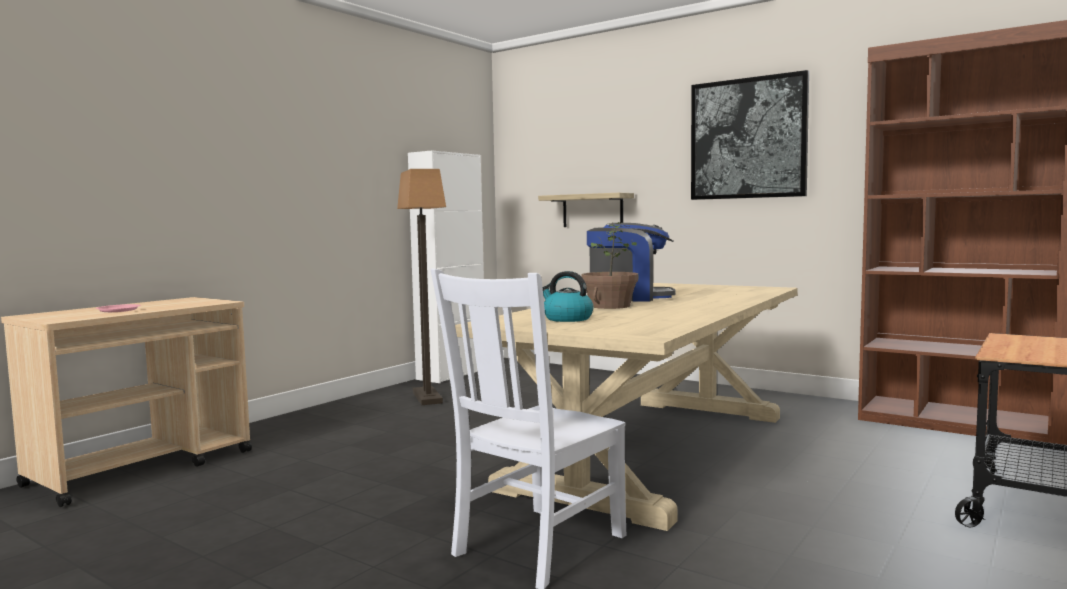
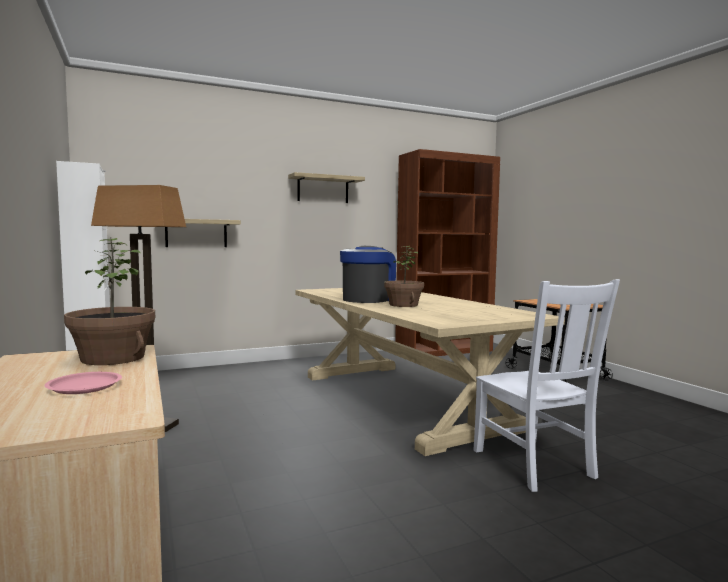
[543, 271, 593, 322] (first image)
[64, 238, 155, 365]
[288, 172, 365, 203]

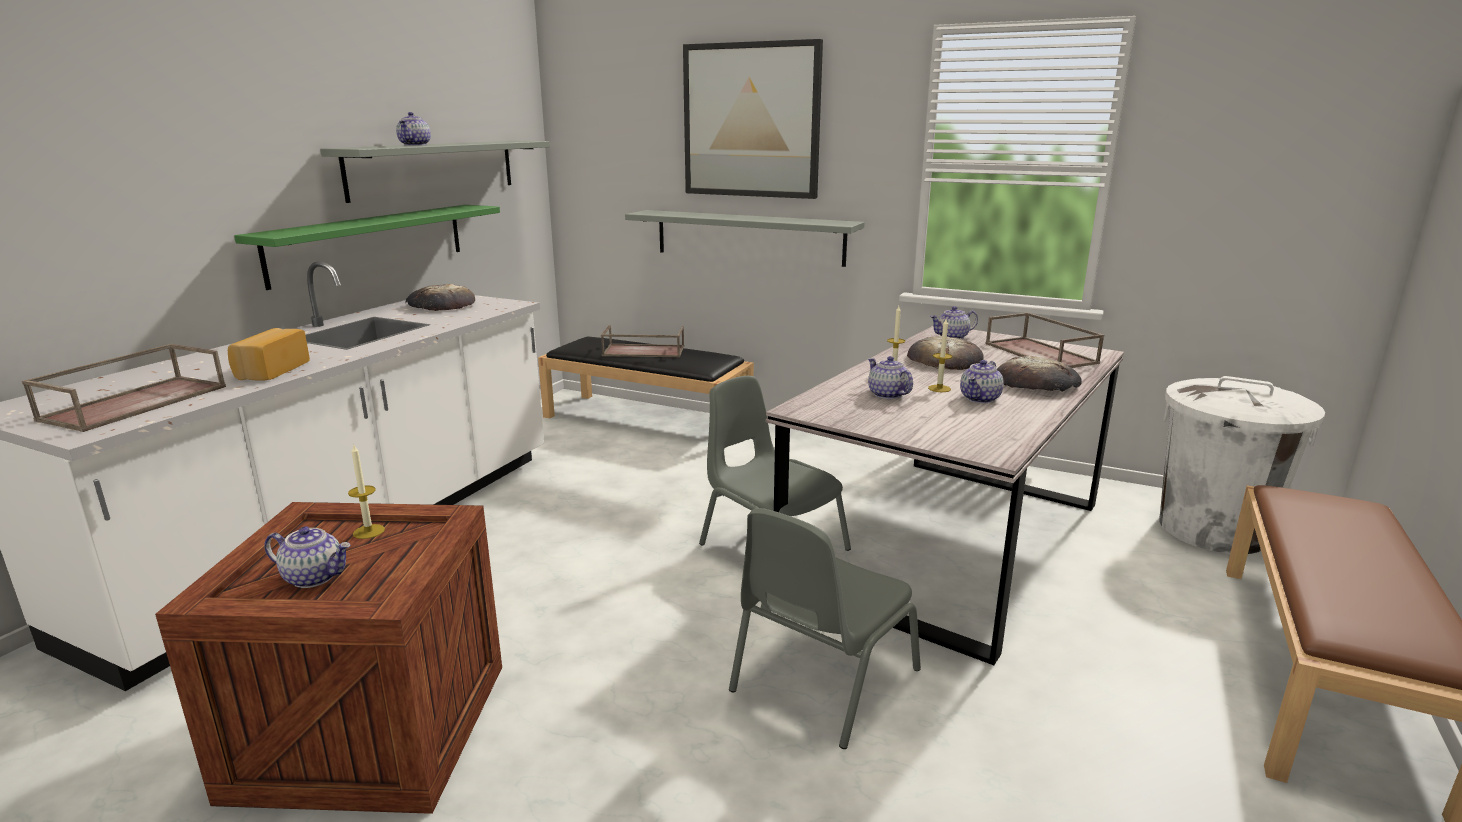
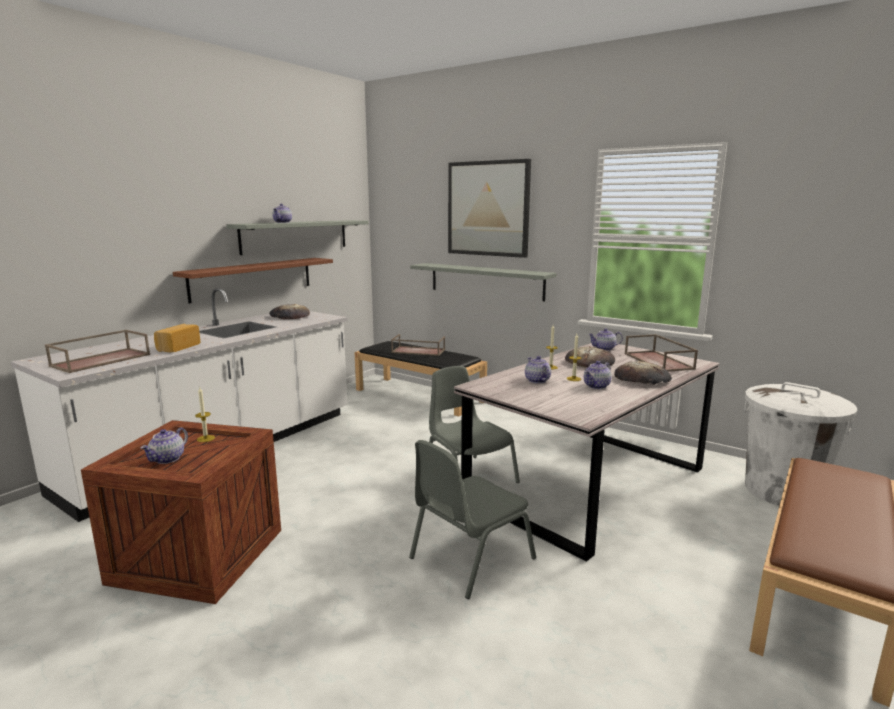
[173, 258, 333, 304]
[141, 427, 188, 464]

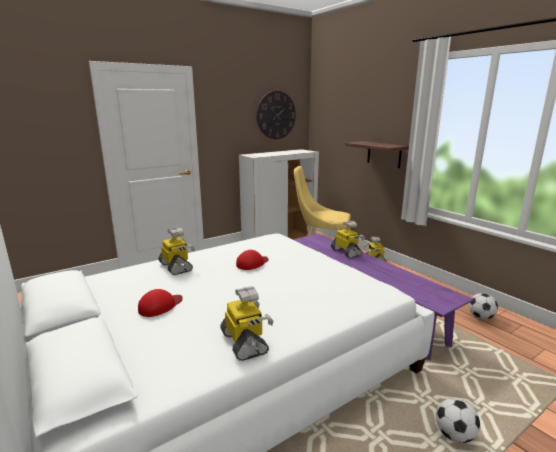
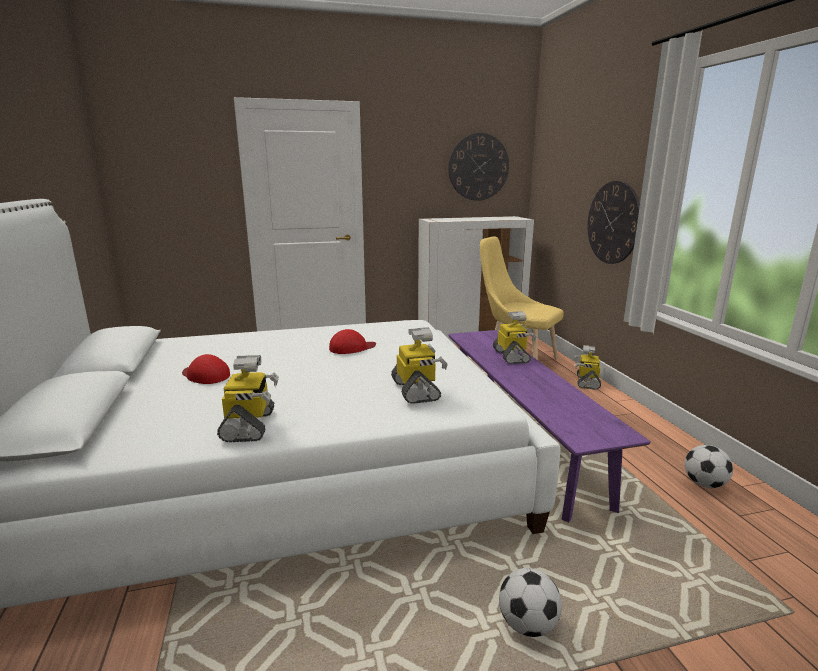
[391, 327, 448, 404]
[588, 181, 640, 264]
[182, 354, 230, 384]

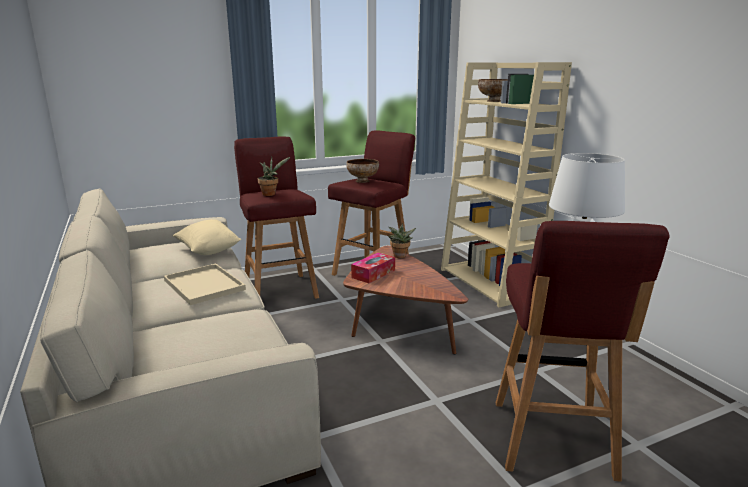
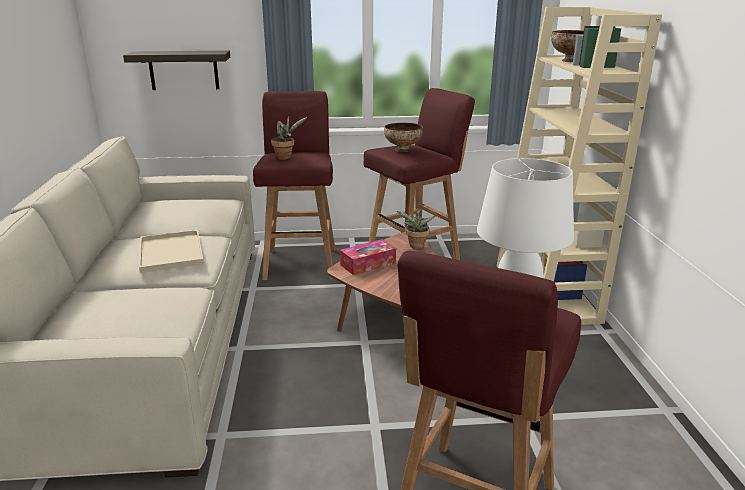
[173, 219, 241, 255] (first image)
[123, 51, 230, 90]

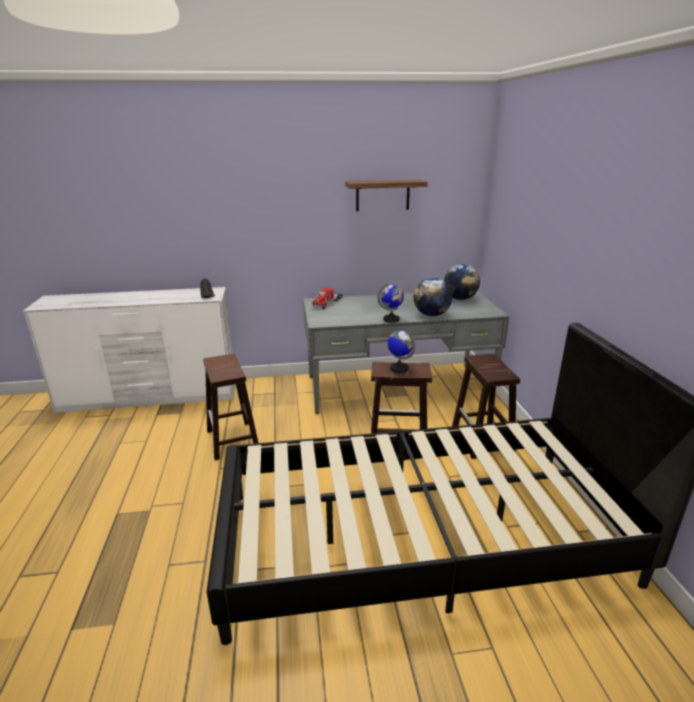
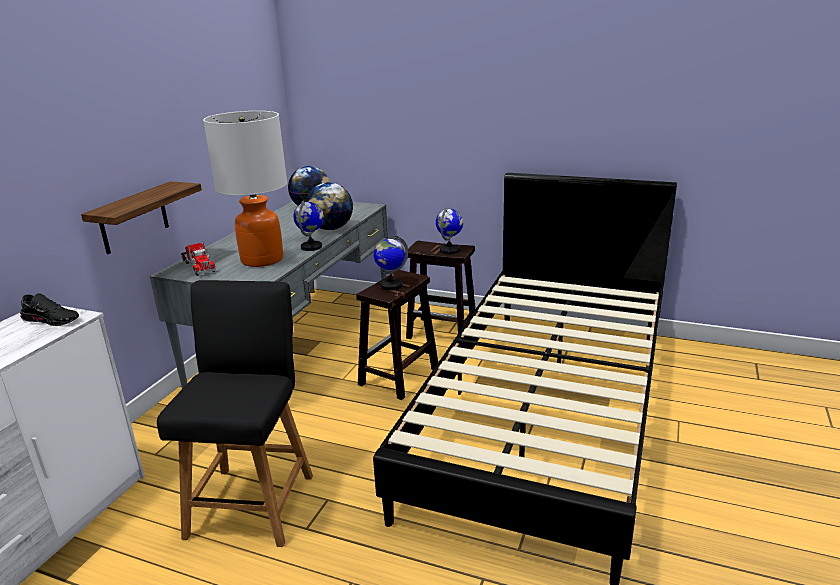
[203, 111, 287, 267]
[436, 207, 463, 254]
[81, 181, 202, 254]
[157, 280, 313, 547]

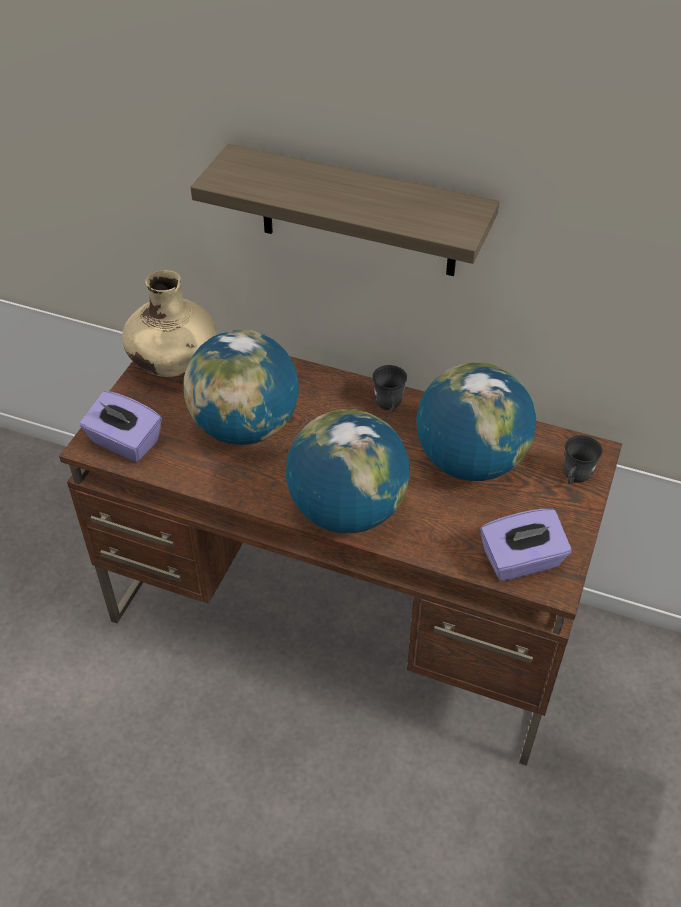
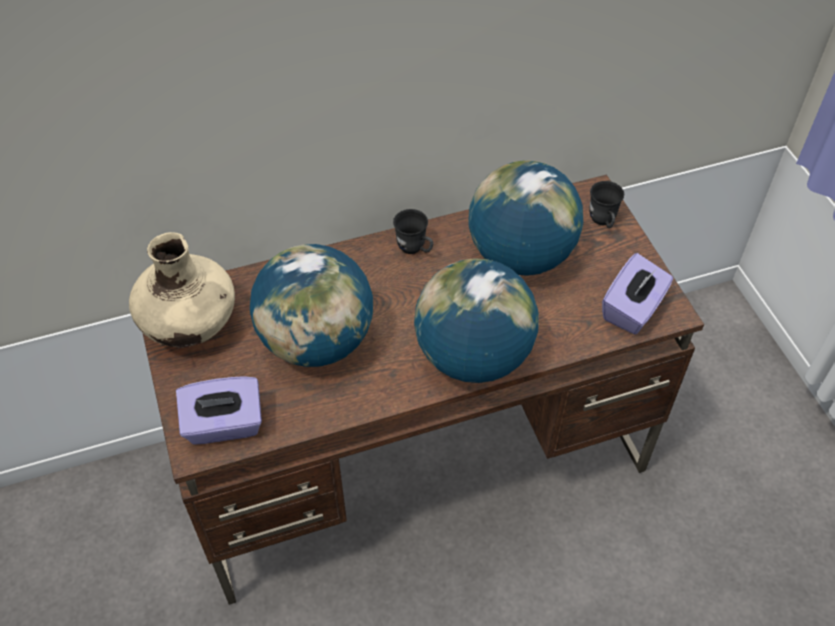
[190, 144, 499, 276] (first image)

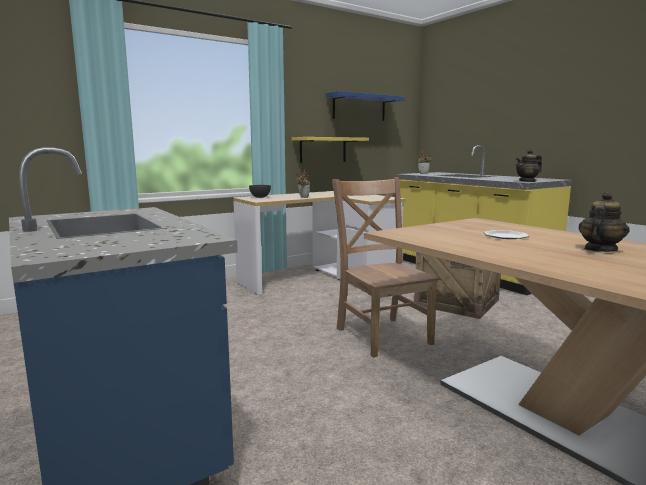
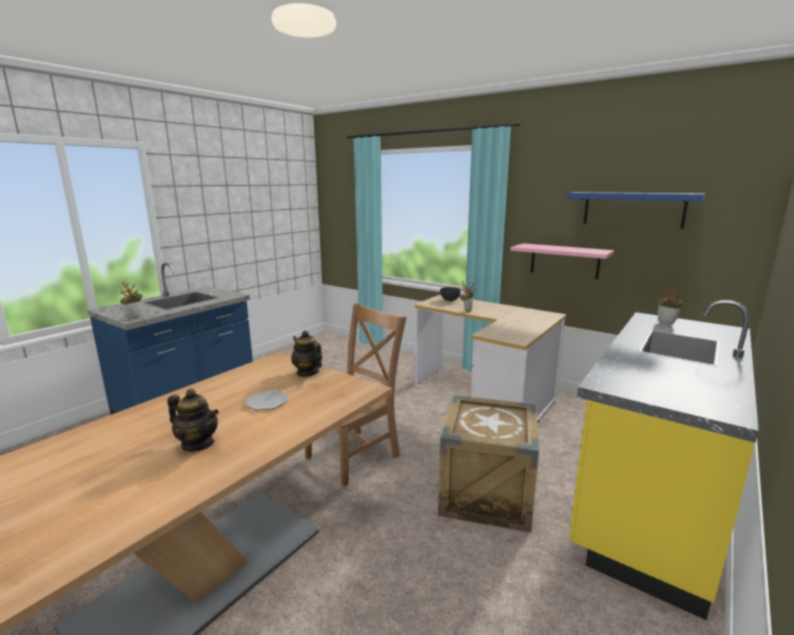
[120, 282, 143, 320]
[291, 330, 322, 377]
[511, 243, 614, 280]

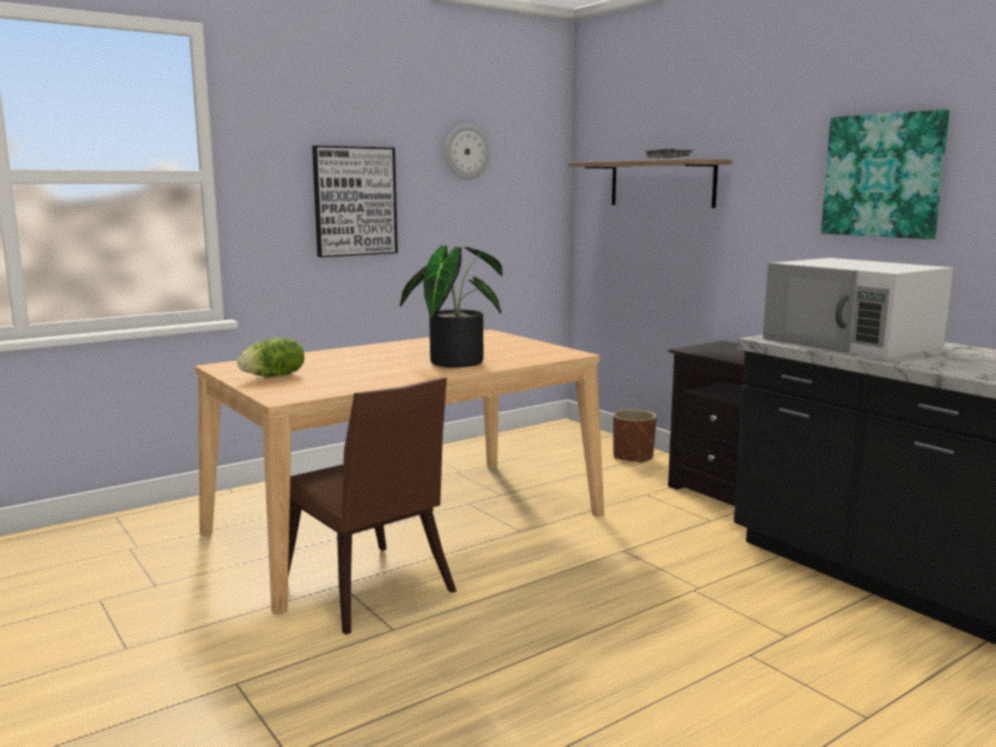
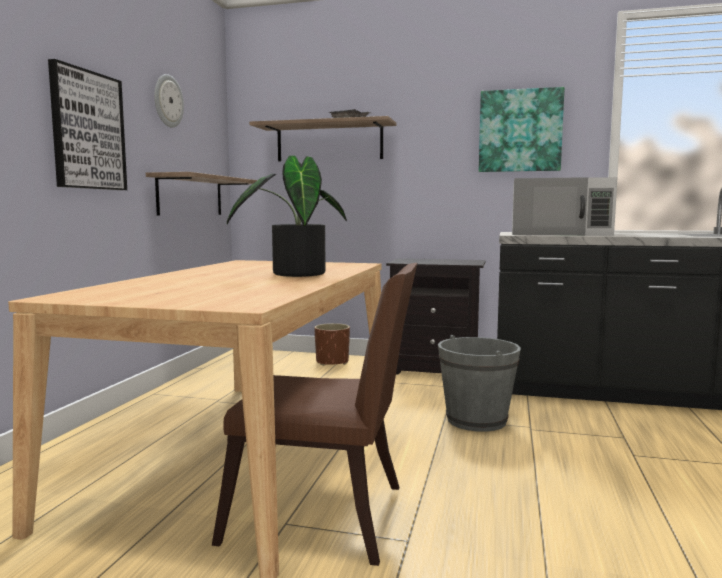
[237, 337, 304, 377] (first image)
[146, 172, 257, 216]
[438, 335, 521, 432]

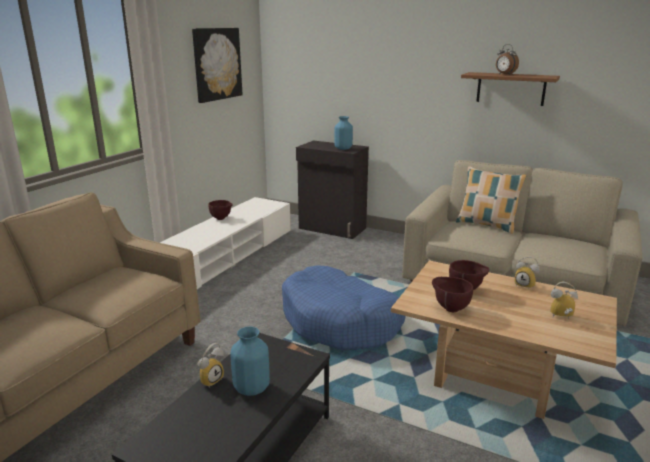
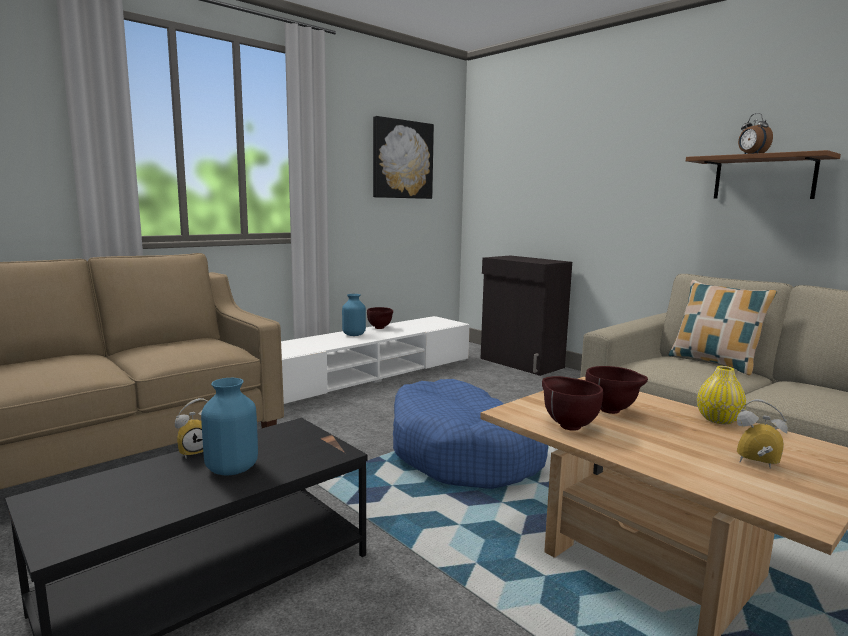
[342, 294, 366, 336]
[697, 366, 746, 424]

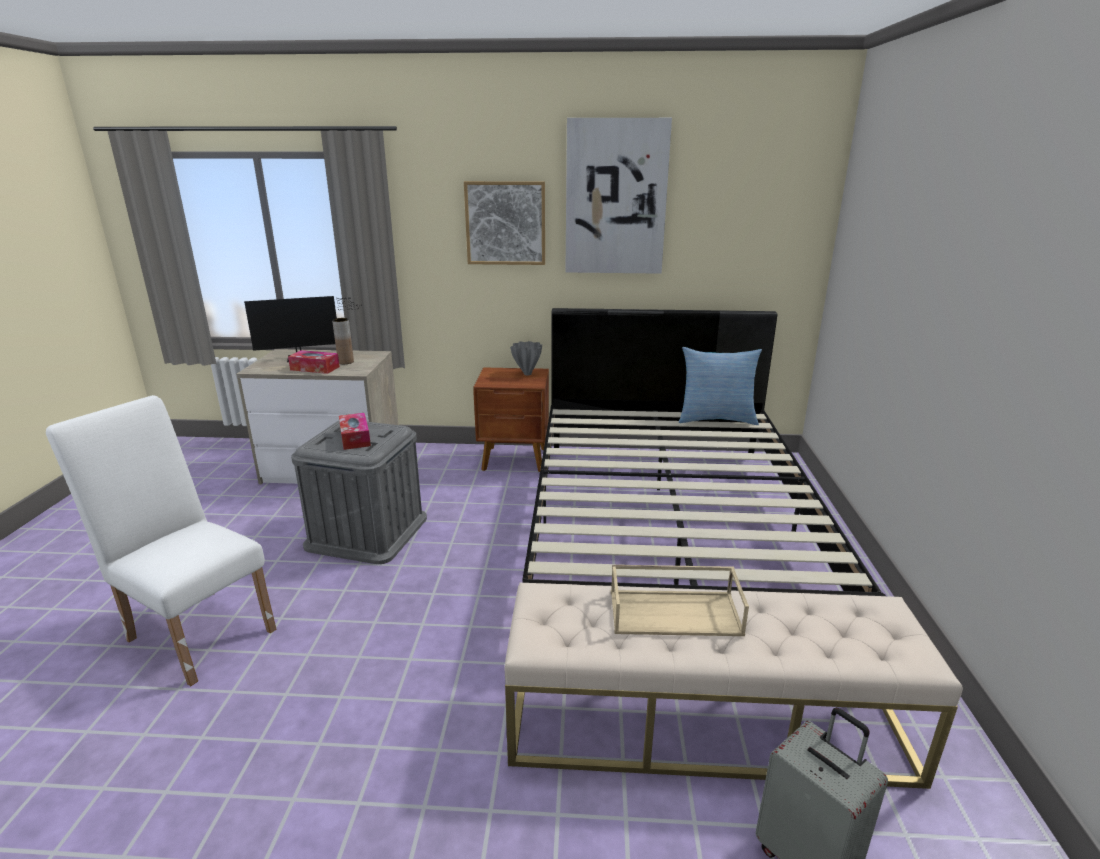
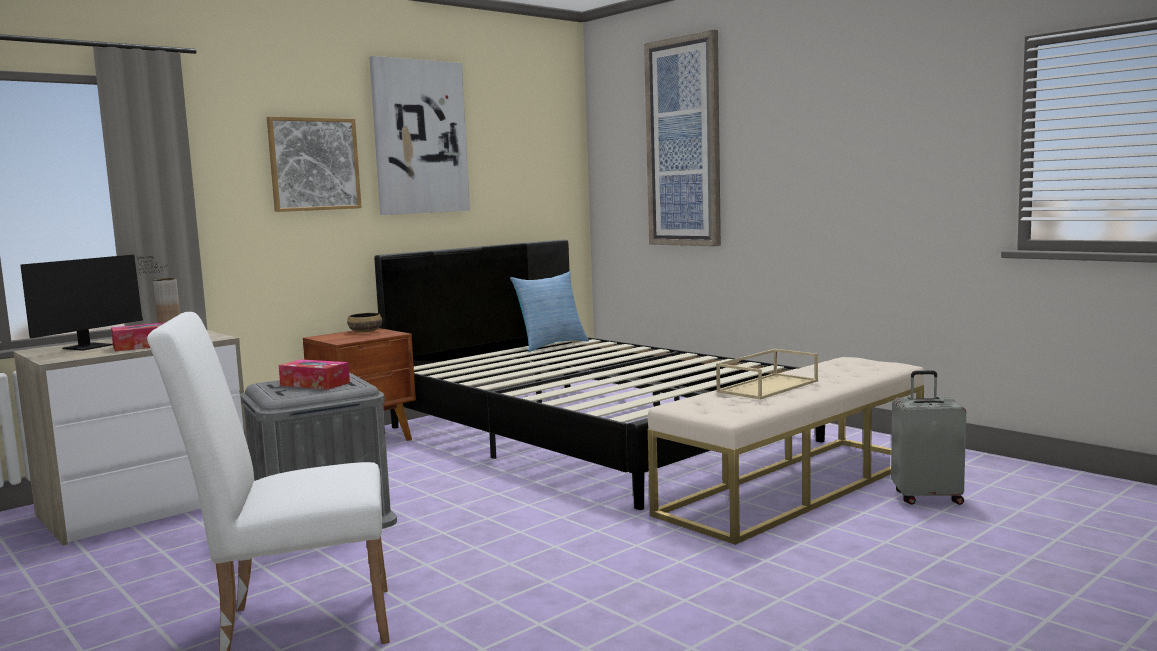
[644, 29, 721, 246]
[347, 313, 382, 333]

